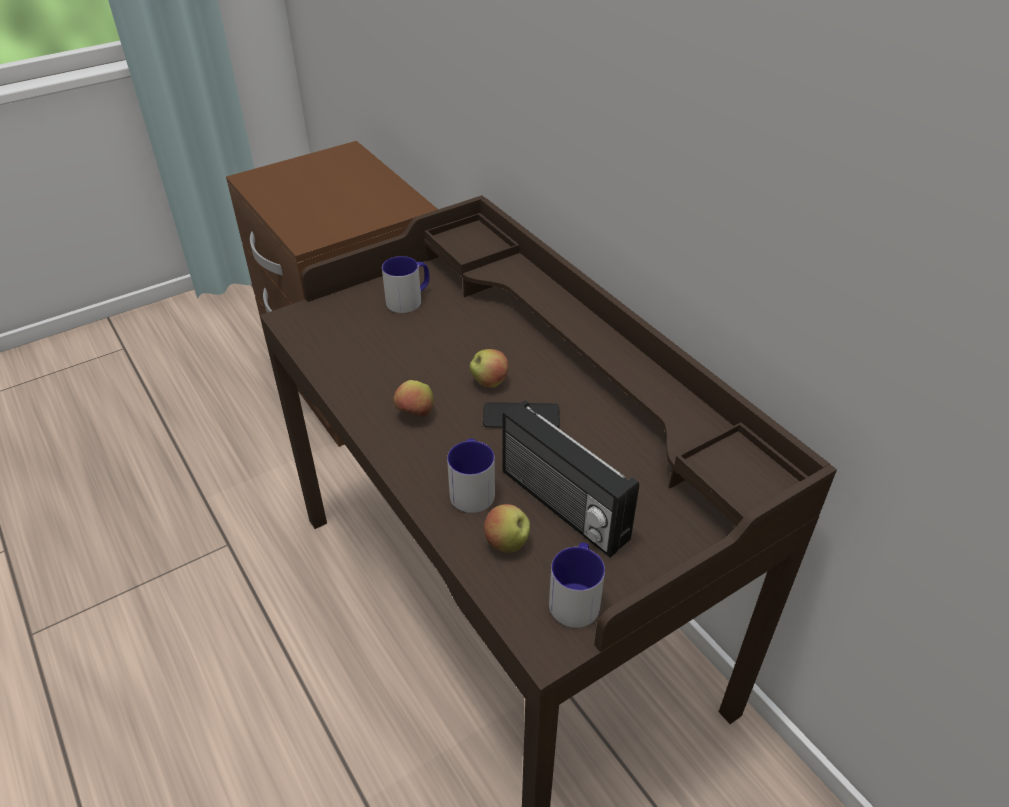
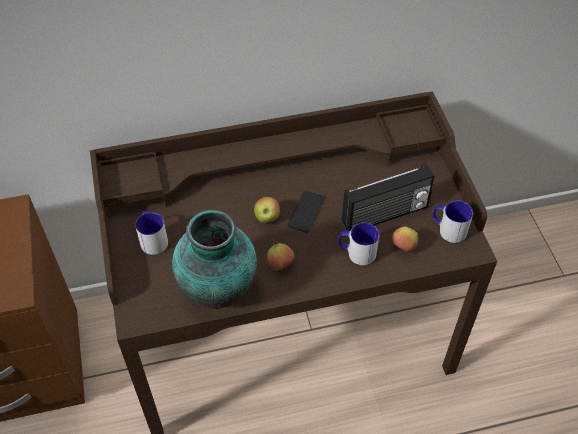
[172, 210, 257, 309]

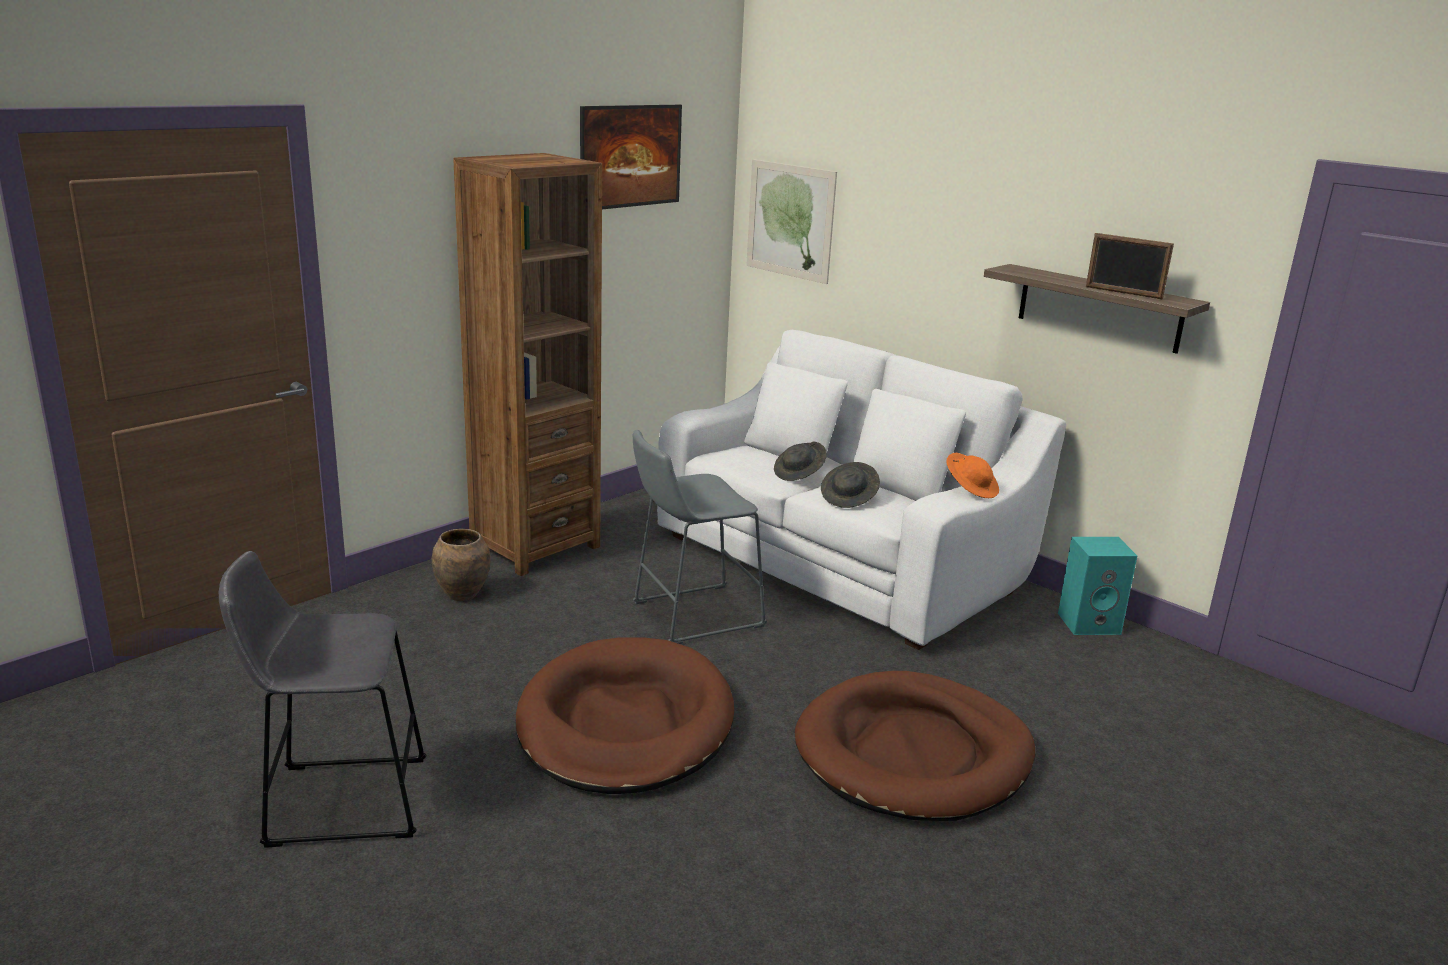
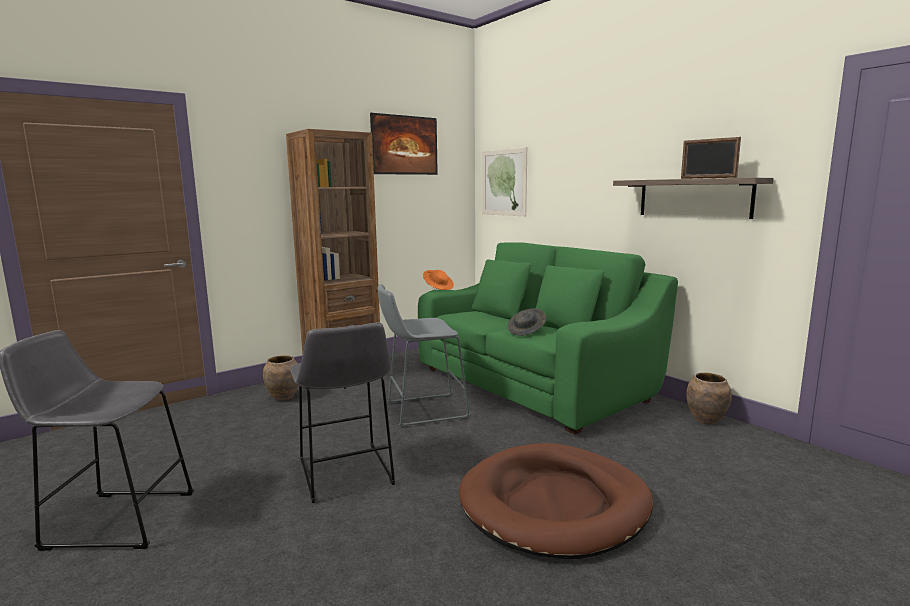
[774, 441, 827, 481] (first image)
[423, 270, 454, 290]
[290, 322, 395, 503]
[686, 372, 732, 425]
[418, 243, 678, 435]

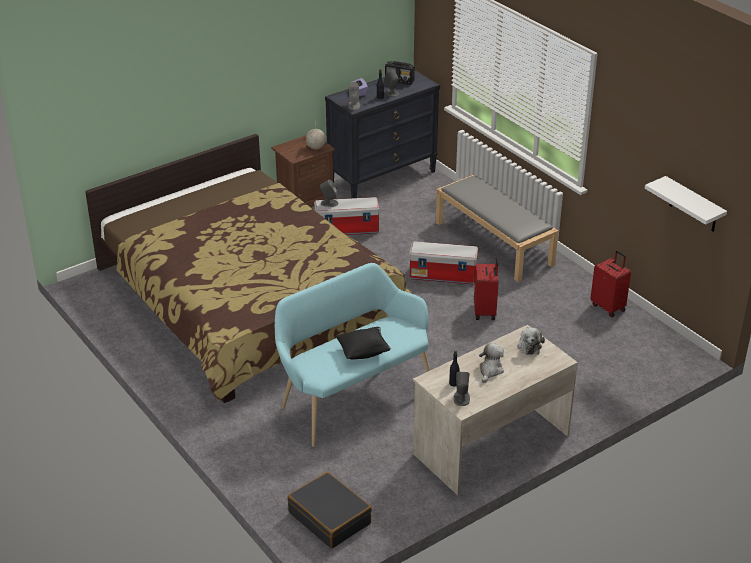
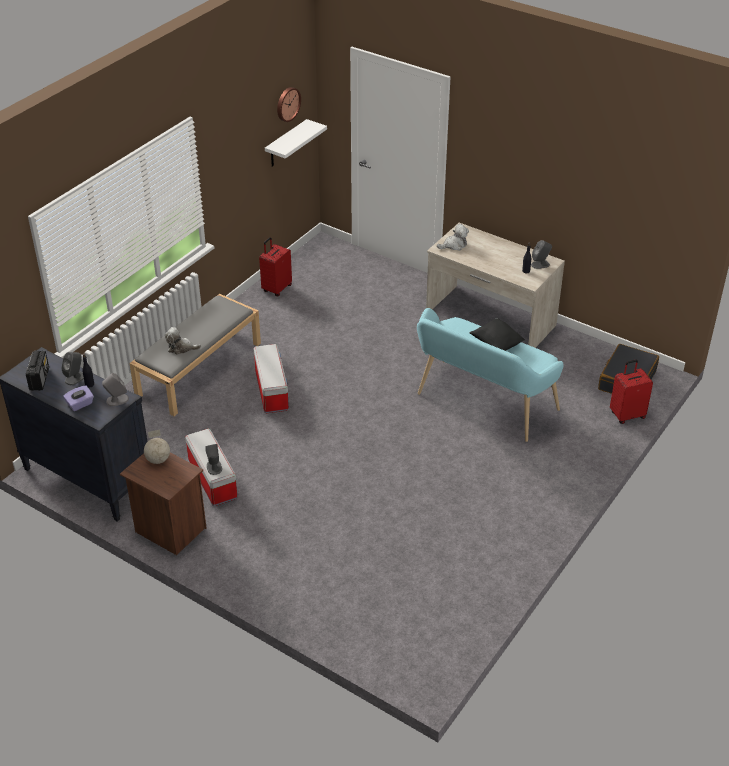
[85, 134, 413, 403] (first image)
[277, 87, 301, 122]
[610, 360, 653, 424]
[165, 327, 201, 355]

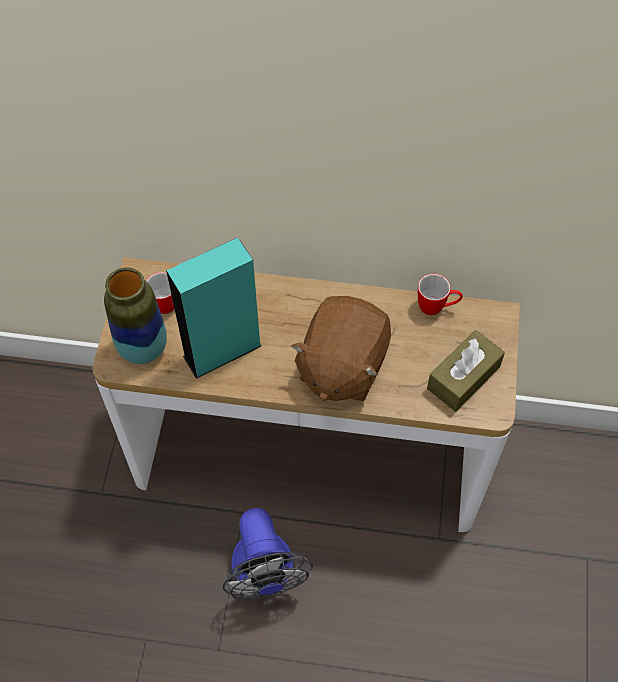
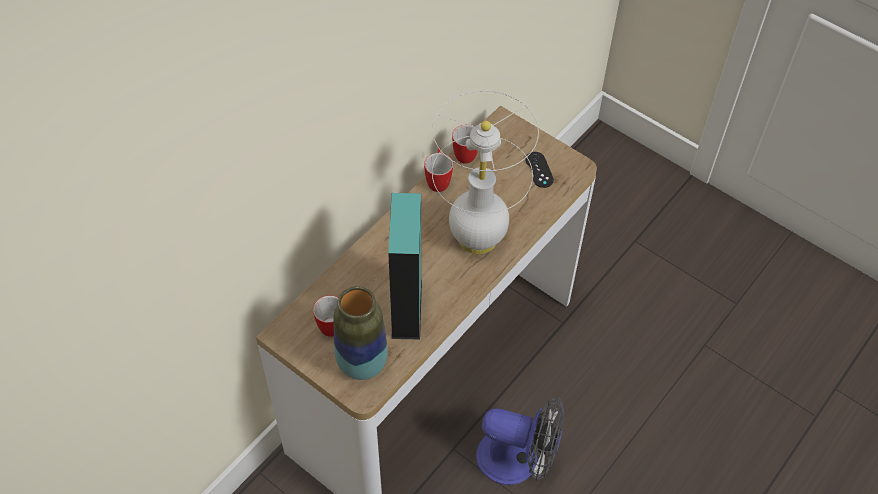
[424, 148, 453, 192]
[432, 91, 539, 254]
[525, 152, 554, 188]

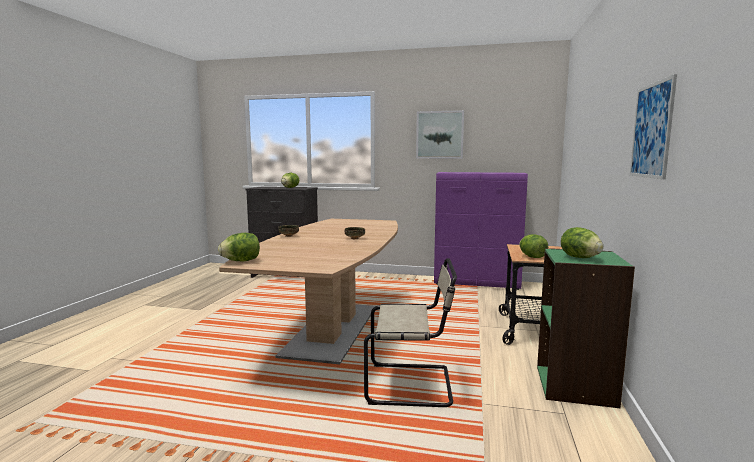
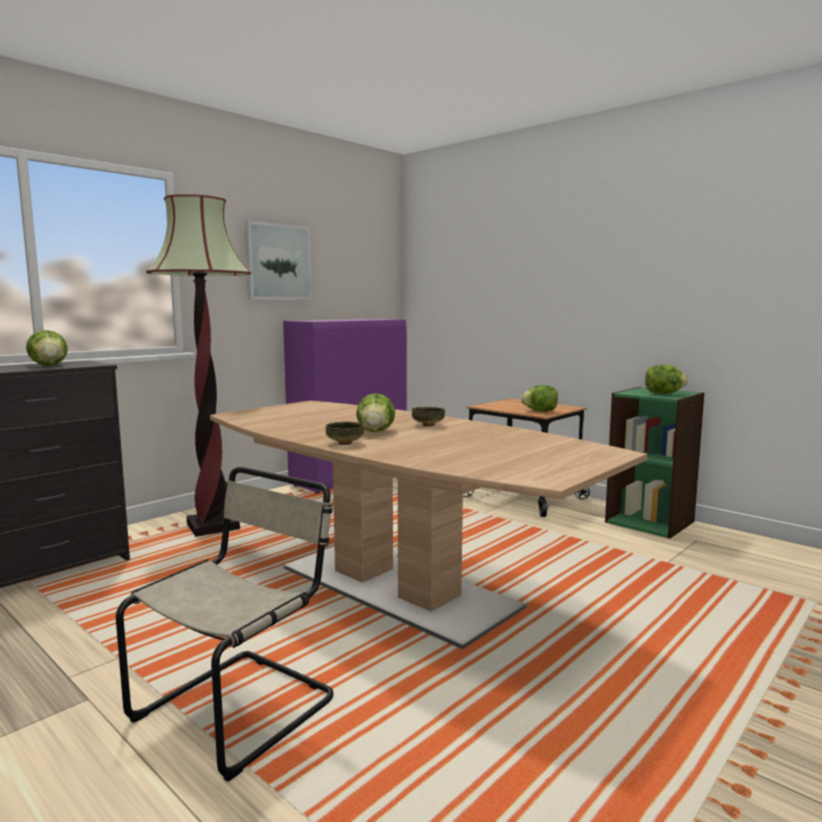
[630, 74, 677, 179] (first image)
[146, 194, 251, 537]
[356, 393, 395, 432]
[116, 467, 334, 781]

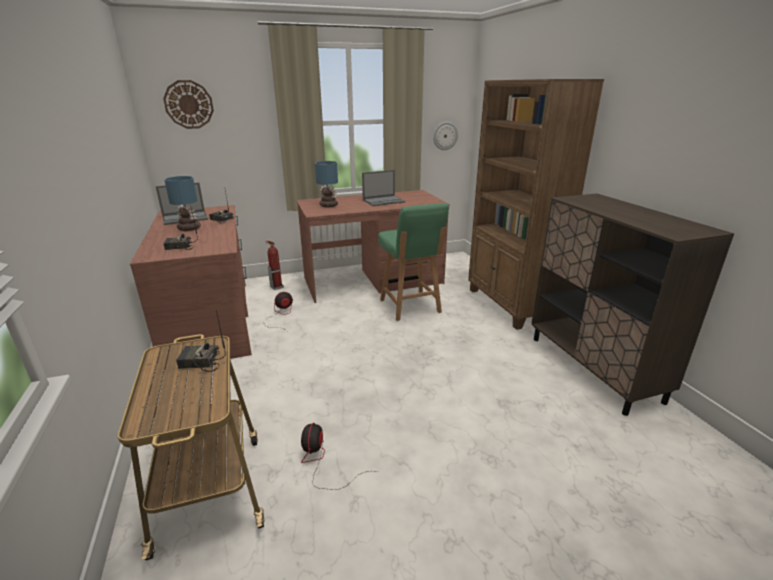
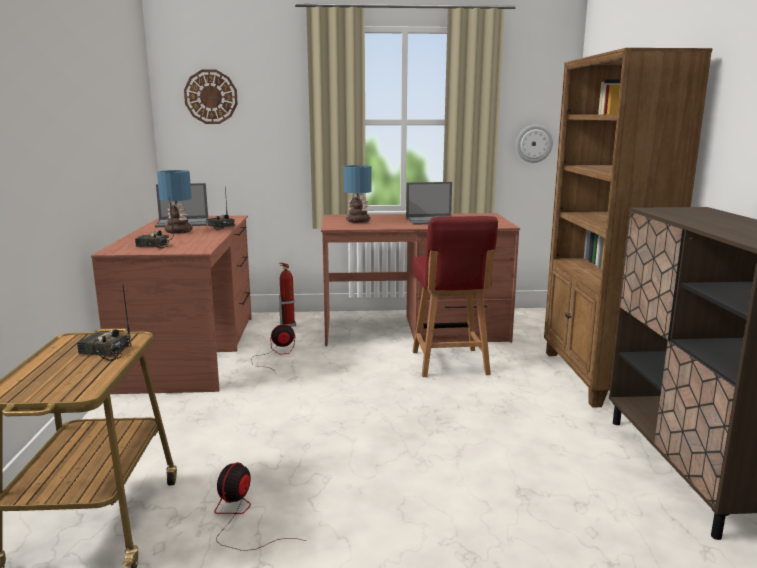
[412, 216, 498, 377]

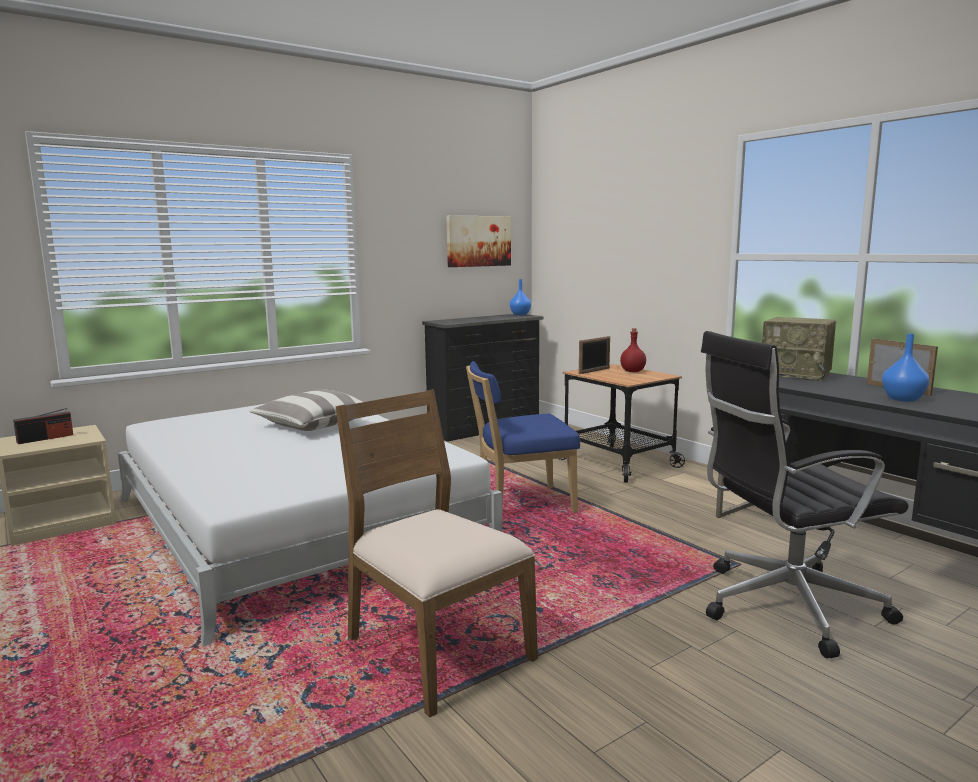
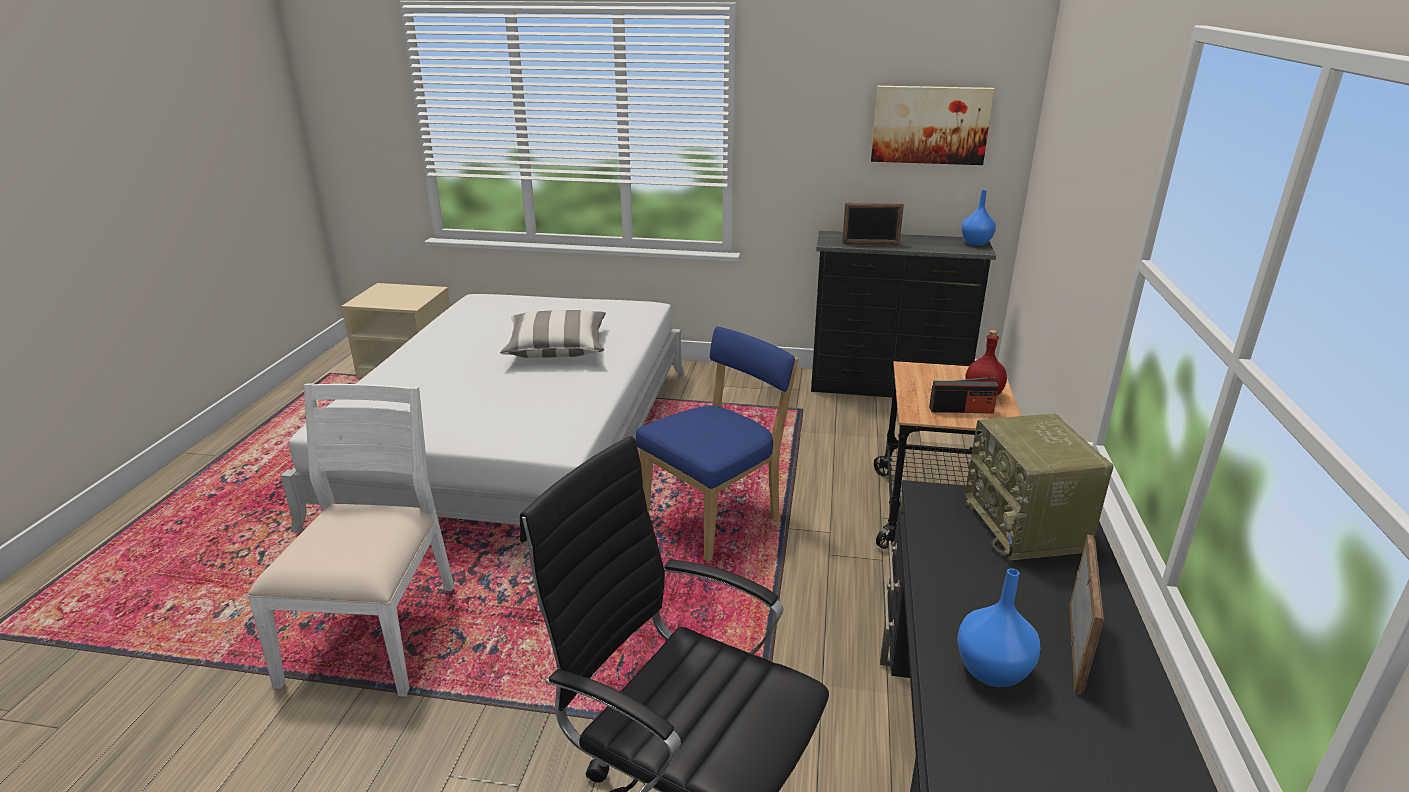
[929, 377, 999, 414]
[842, 203, 904, 244]
[247, 383, 454, 697]
[636, 327, 798, 562]

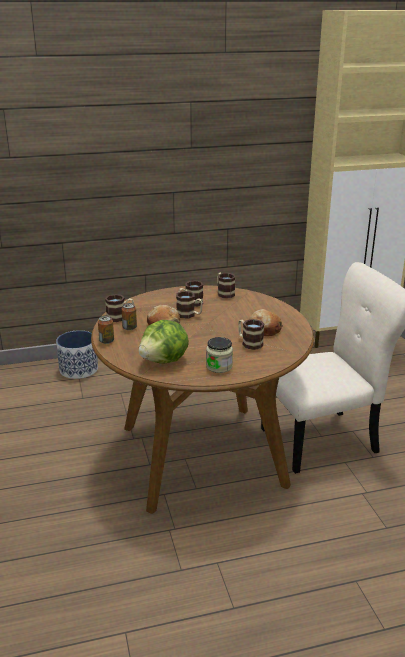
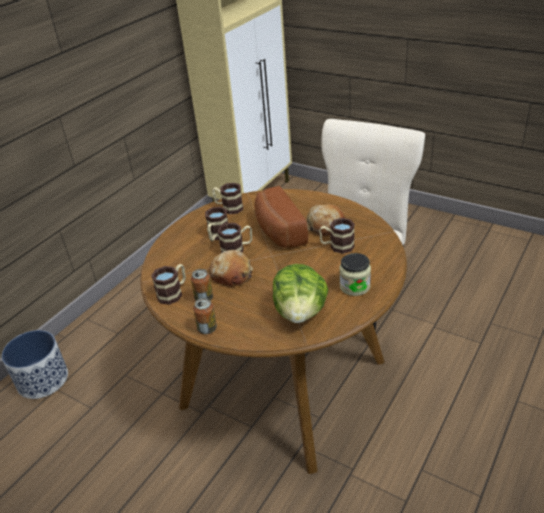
[254, 186, 308, 248]

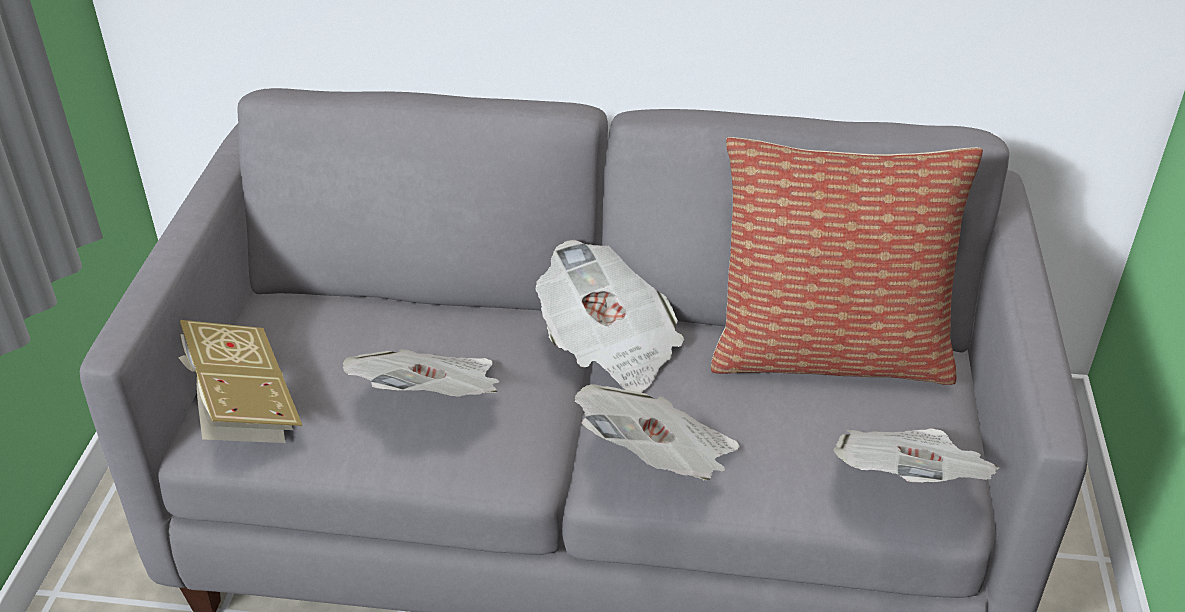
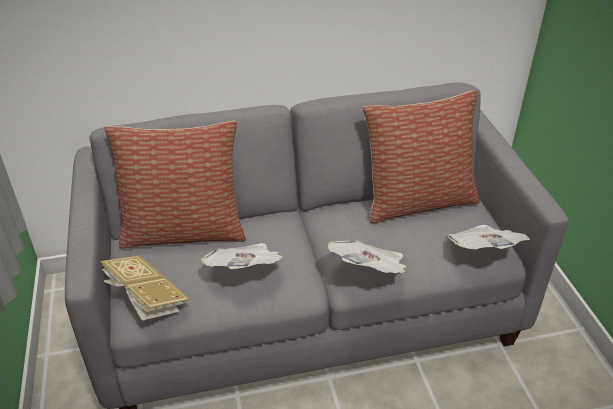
[536, 240, 684, 393] (first image)
[104, 121, 246, 248]

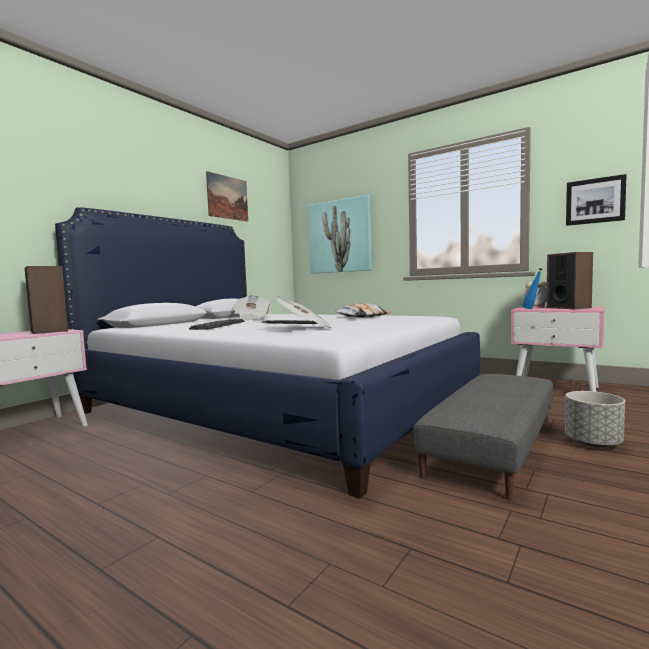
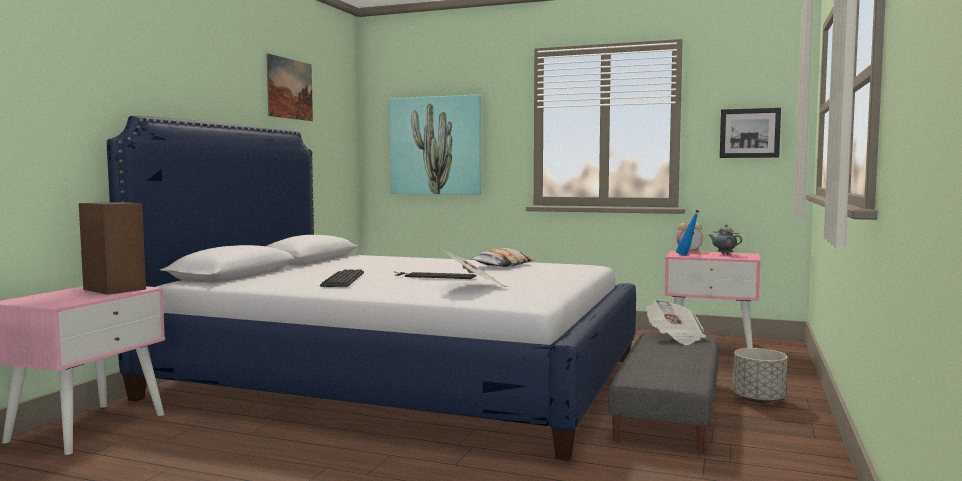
[646, 299, 706, 345]
[708, 224, 742, 255]

